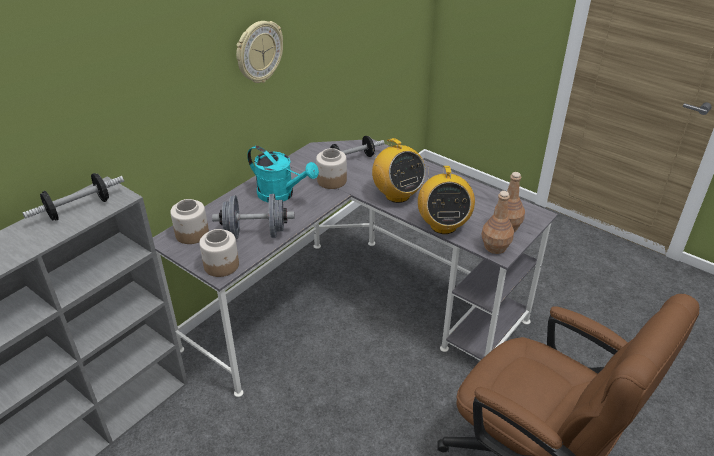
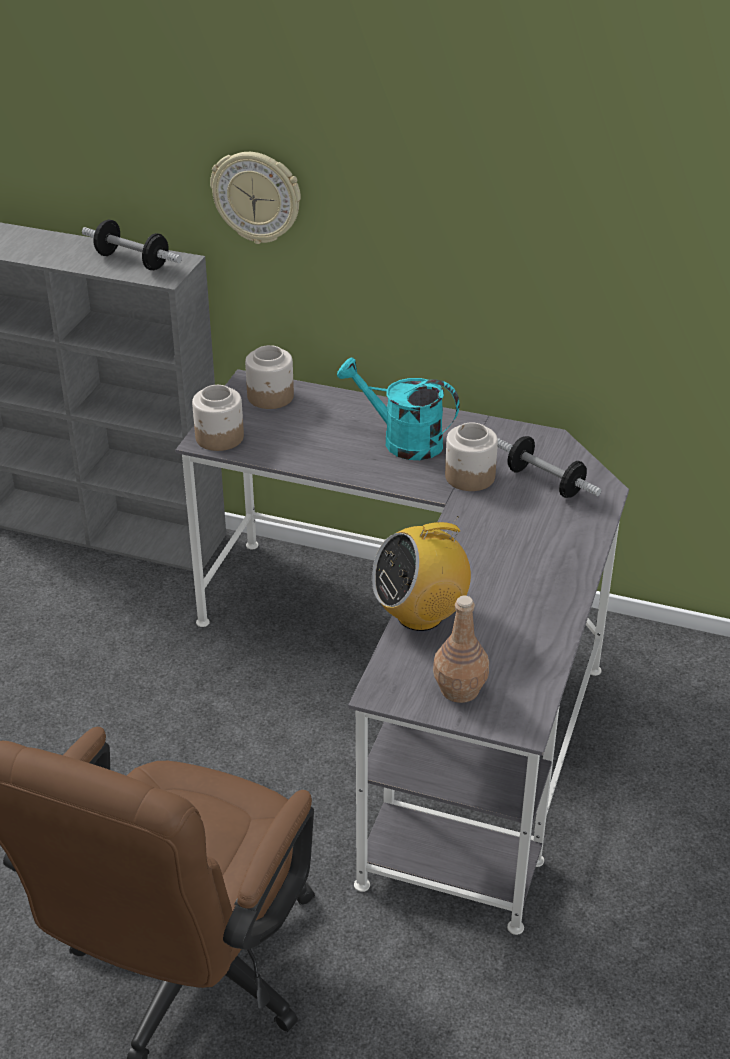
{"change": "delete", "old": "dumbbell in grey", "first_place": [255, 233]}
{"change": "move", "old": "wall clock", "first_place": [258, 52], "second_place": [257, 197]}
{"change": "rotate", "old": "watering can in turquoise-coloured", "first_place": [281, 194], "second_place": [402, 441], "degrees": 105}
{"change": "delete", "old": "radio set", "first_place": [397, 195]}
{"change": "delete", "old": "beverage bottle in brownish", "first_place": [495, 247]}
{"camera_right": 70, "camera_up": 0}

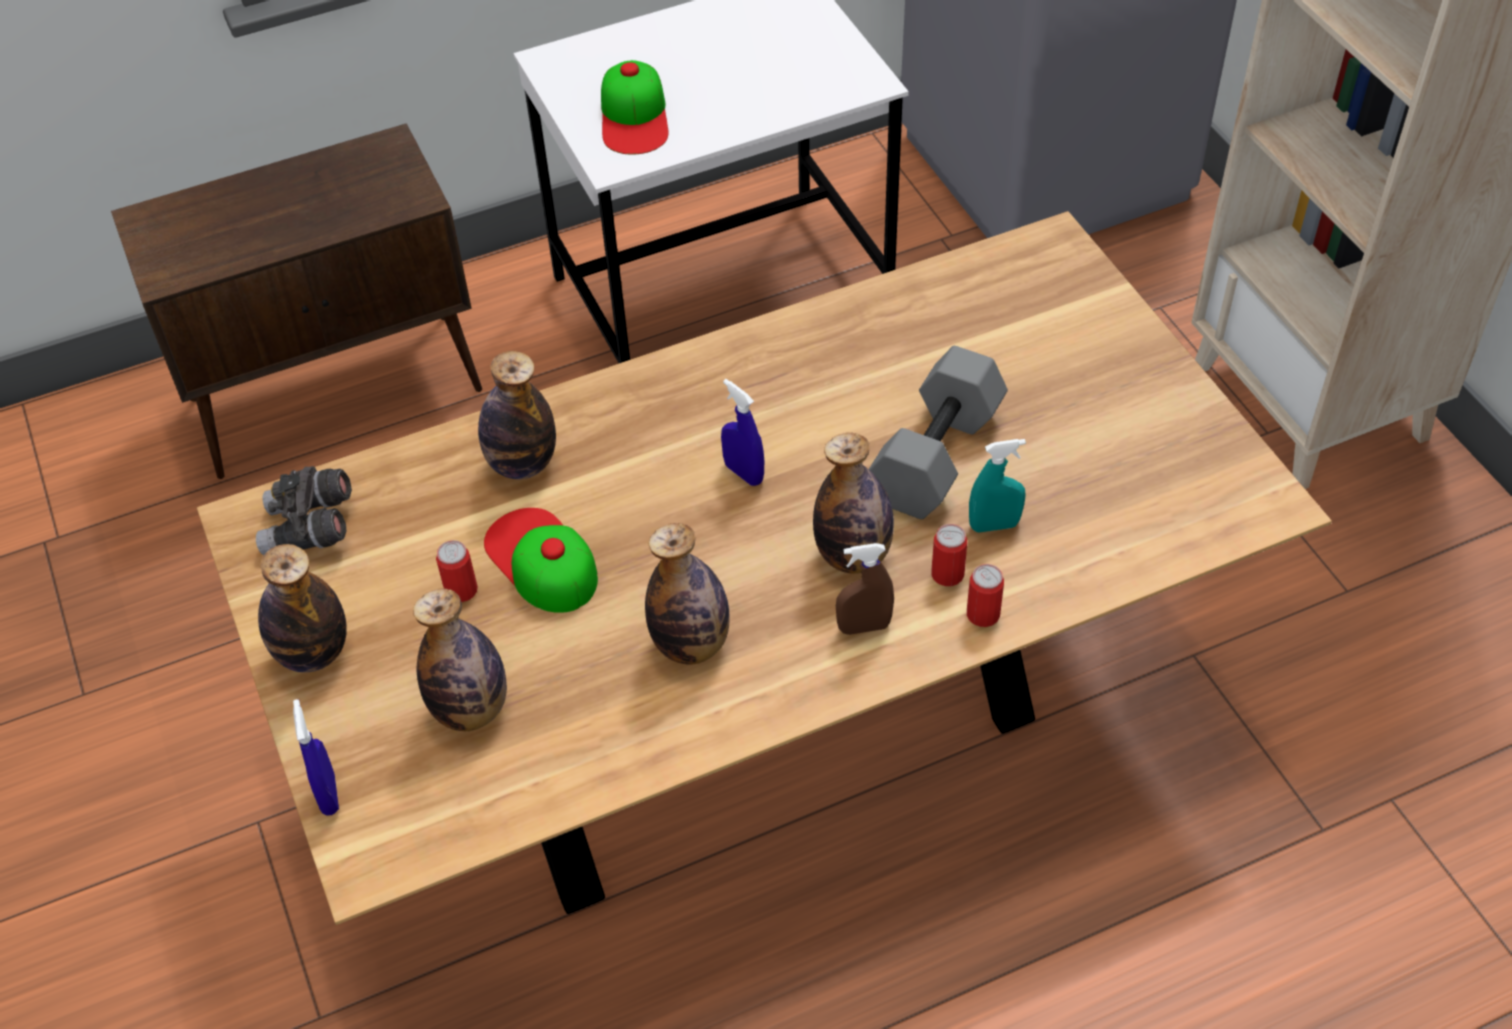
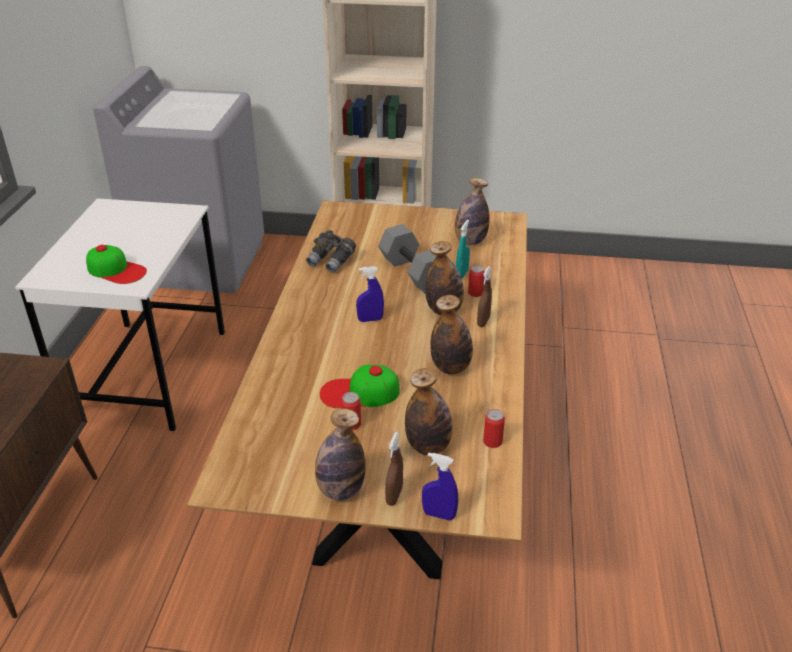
{"change": "move", "old": "pair of binoculars in grey", "first_place": [310, 529], "second_place": [332, 261]}
{"change": "move", "old": "beverage bottle", "first_place": [522, 463], "second_place": [470, 241]}
{"change": "move", "old": "sealed can", "first_place": [983, 614], "second_place": [492, 442]}
{"change": "insert", "new": "sprayer in brownish", "second_place": [394, 496]}
{"camera_right": -60, "camera_up": -15}

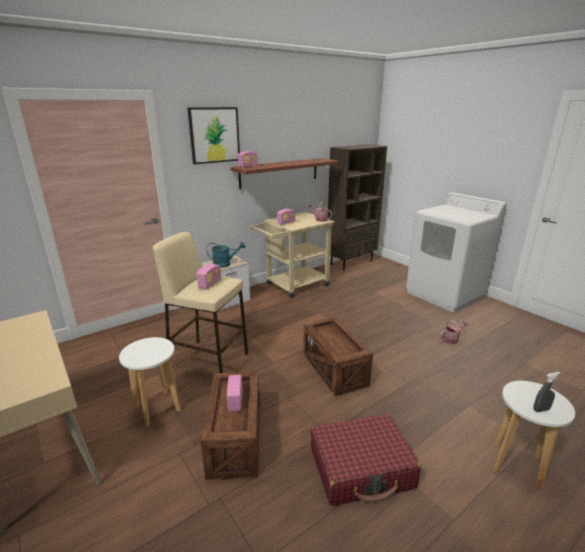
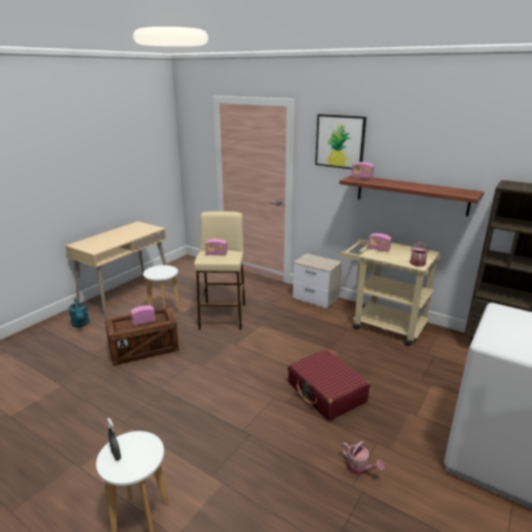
{"change": "move", "old": "watering can in turquoise-coloured", "first_place": [225, 264], "second_place": [81, 324]}
{"change": "delete", "old": "packing crate", "first_place": [334, 369]}
{"change": "move", "old": "travel case in reddish", "first_place": [361, 468], "second_place": [326, 392]}
{"camera_right": 70, "camera_up": 0}

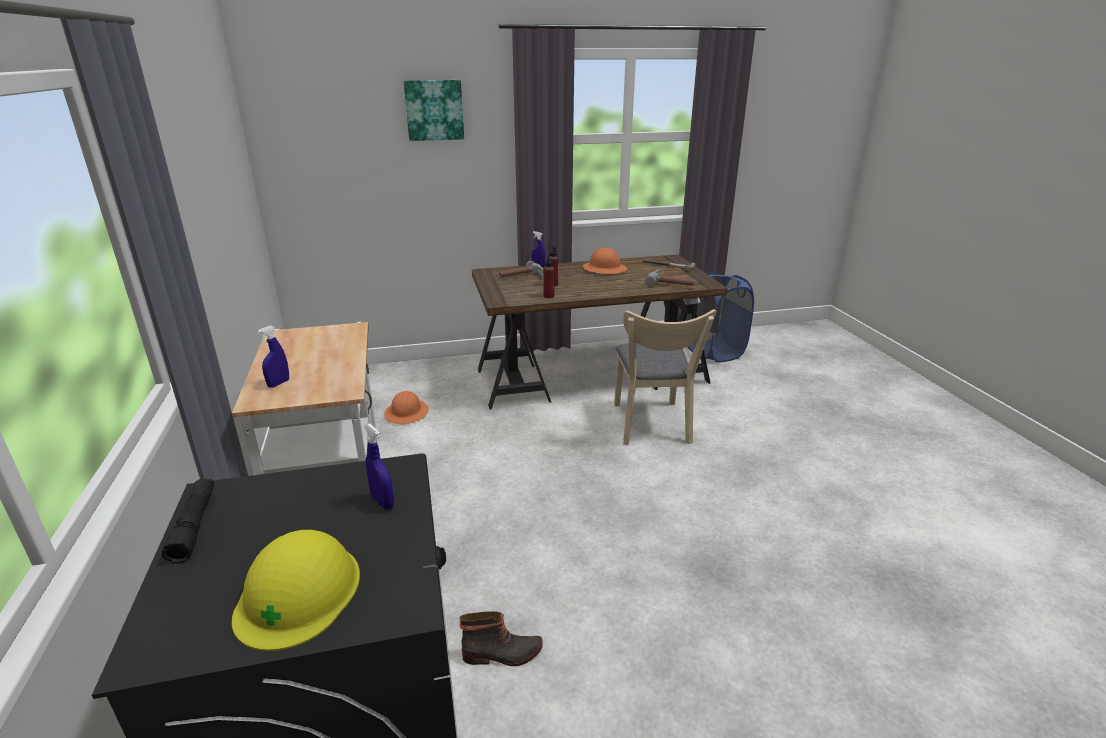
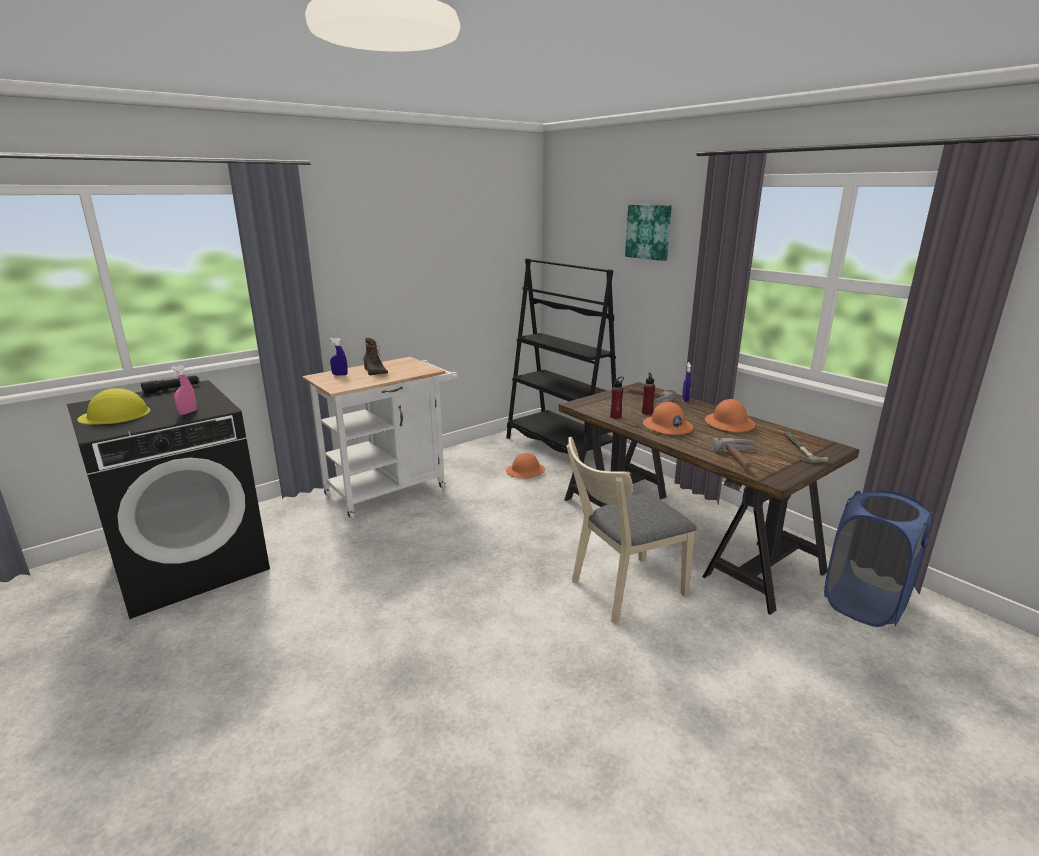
{"change": "recolor", "old": "sprayer in bluish", "new": "sprayer in pink", "first_place": [383, 502], "second_place": [188, 412]}
{"change": "move", "old": "boot", "first_place": [502, 654], "second_place": [374, 371]}
{"change": "insert", "new": "shelving unit in blackish", "second_place": [560, 448]}
{"change": "insert", "new": "work helmet in orange", "second_place": [667, 427]}
{"camera_right": 65, "camera_up": -5}

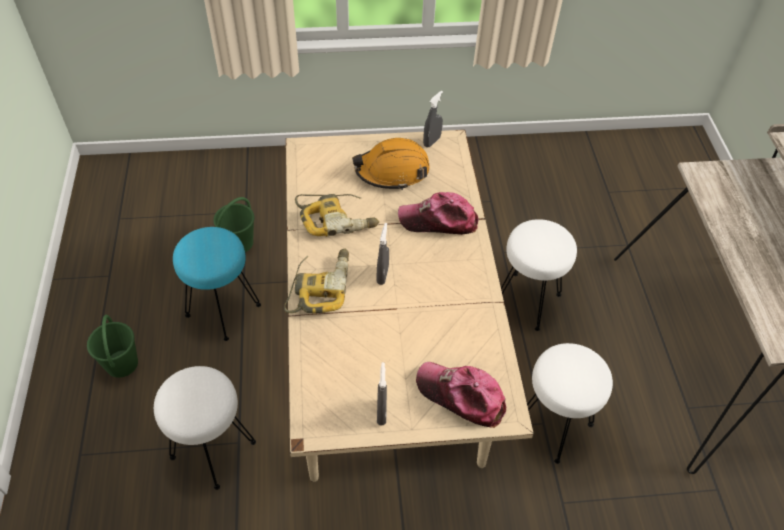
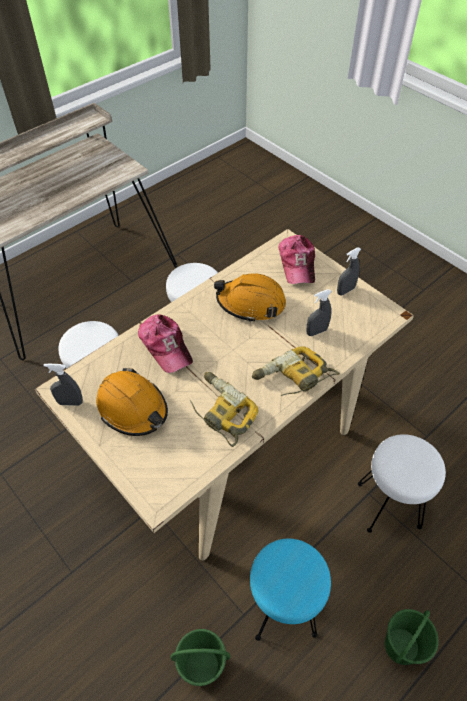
{"change": "move", "old": "sprayer in grey", "first_place": [382, 275], "second_place": [316, 331]}
{"change": "insert", "new": "work helmet in orange", "second_place": [251, 303]}
{"camera_right": -125, "camera_up": 0}

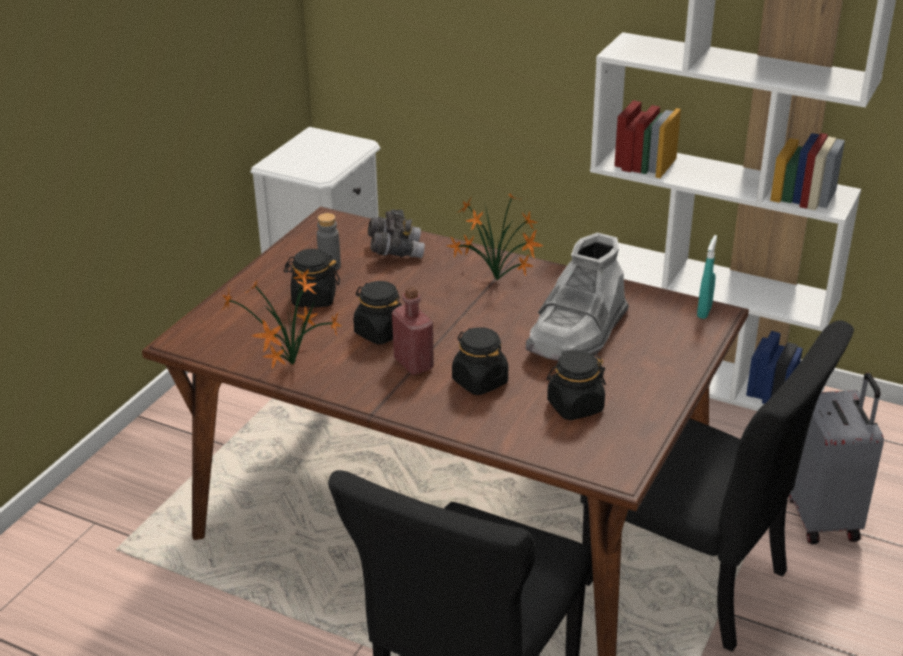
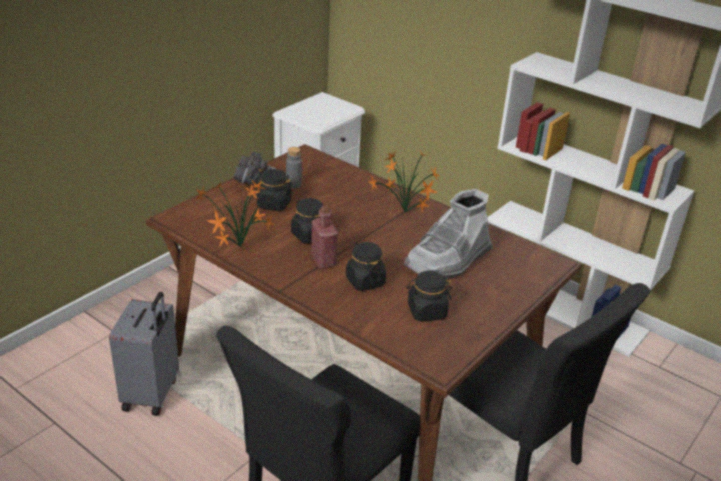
{"change": "move", "old": "pair of binoculars in grey", "first_place": [395, 250], "second_place": [255, 181]}
{"change": "delete", "old": "sprayer in turquoise-coloured", "first_place": [704, 311]}
{"change": "move", "old": "travel case in grey", "first_place": [824, 517], "second_place": [152, 394]}
{"camera_right": 10, "camera_up": 0}

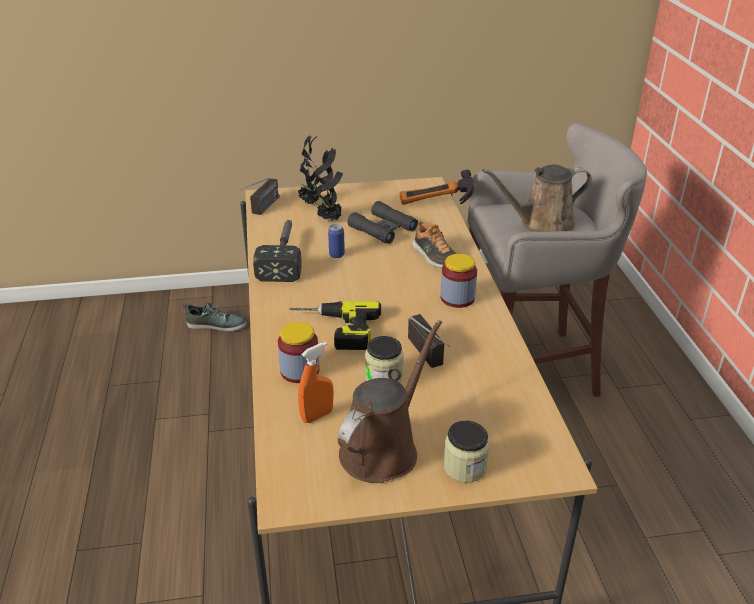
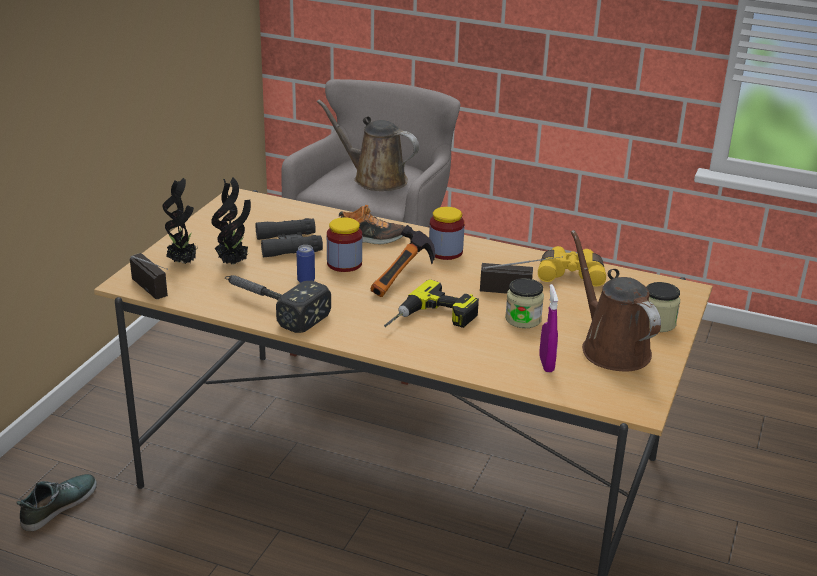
{"change": "move", "old": "jar", "first_place": [300, 371], "second_place": [344, 264]}
{"change": "recolor", "old": "sprayer in orange", "new": "sprayer in purple-coloured", "first_place": [317, 416], "second_place": [546, 364]}
{"change": "move", "old": "hammer", "first_place": [436, 205], "second_place": [404, 279]}
{"change": "rotate", "old": "watering can in brownish", "first_place": [542, 223], "second_place": [375, 179], "degrees": 105}
{"change": "insert", "new": "pair of binoculars in yellow", "second_place": [571, 274]}
{"camera_right": -60, "camera_up": -5}

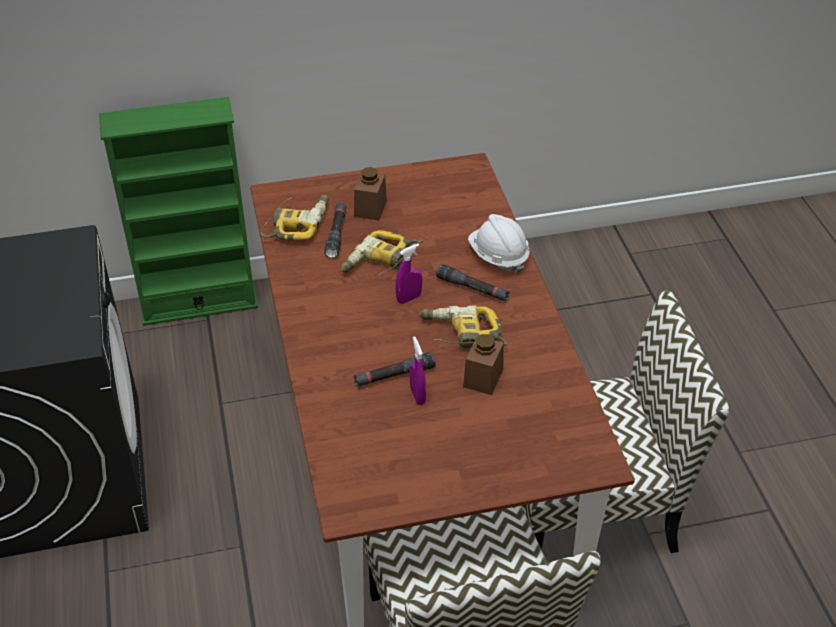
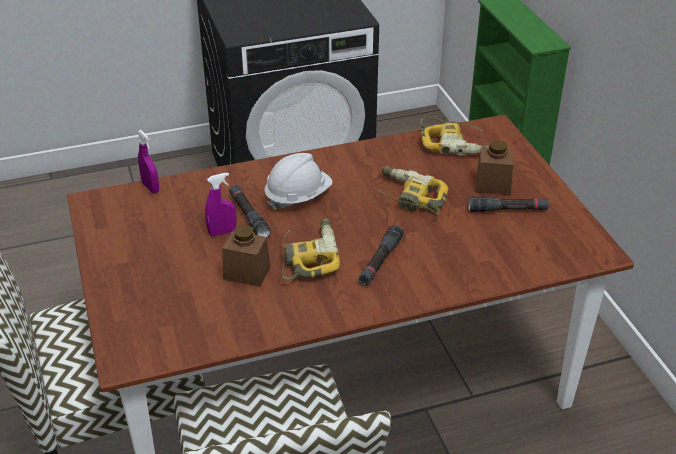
{"change": "move", "old": "hand torch in blackish", "first_place": [336, 234], "second_place": [507, 210]}
{"change": "move", "old": "sprayer in purple-coloured", "first_place": [409, 298], "second_place": [150, 187]}
{"change": "move", "old": "work helmet in white", "first_place": [498, 256], "second_place": [298, 196]}
{"camera_right": 85, "camera_up": -5}

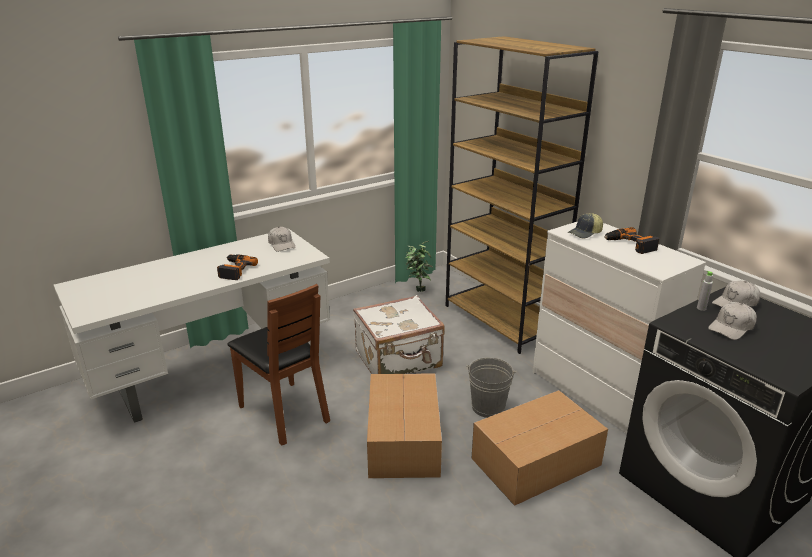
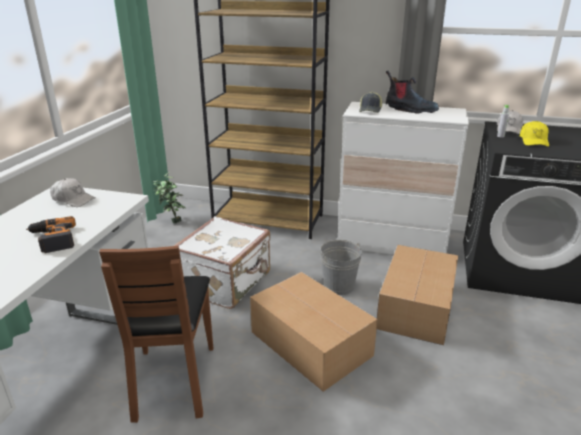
{"change": "rotate", "old": "plain chair in brownish", "first_place": [285, 412], "second_place": [173, 380], "degrees": 75}
{"change": "replace", "old": "drill", "new": "boot", "first_place": [630, 245], "second_place": [409, 110]}
{"change": "recolor", "old": "baseball cap in white", "new": "baseball cap in yellow", "first_place": [731, 327], "second_place": [533, 141]}
{"camera_right": -40, "camera_up": 0}

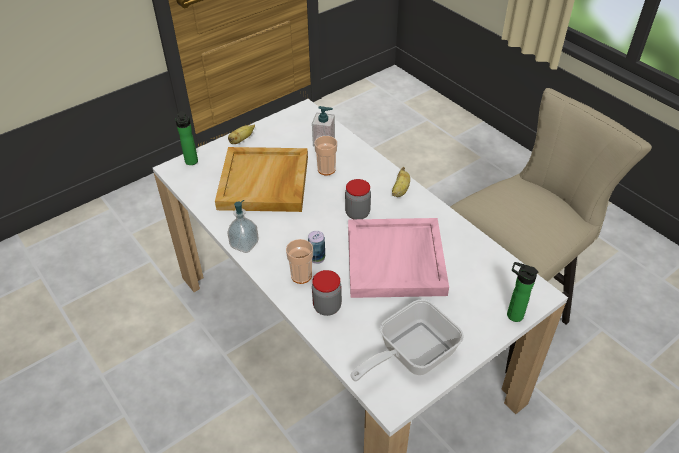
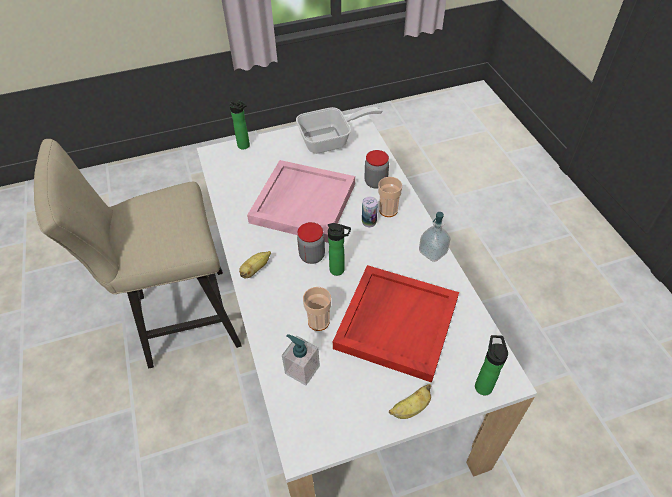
{"change": "recolor", "old": "carrying tray in beige", "new": "carrying tray in reddish", "first_place": [264, 183], "second_place": [396, 322]}
{"change": "insert", "new": "beverage bottle", "second_place": [339, 270]}
{"camera_right": -160, "camera_up": 5}

